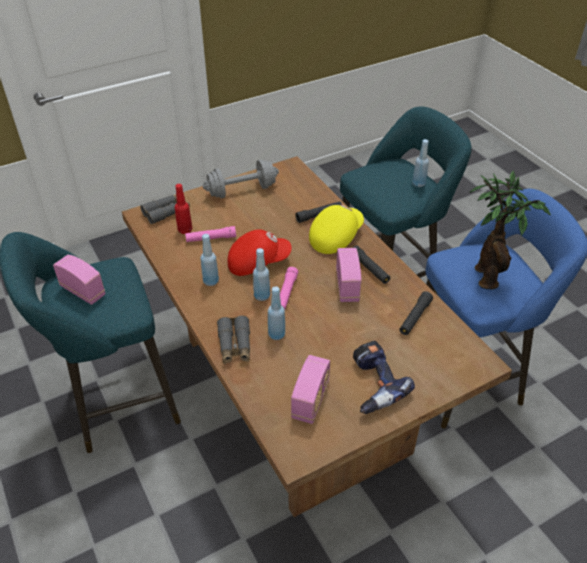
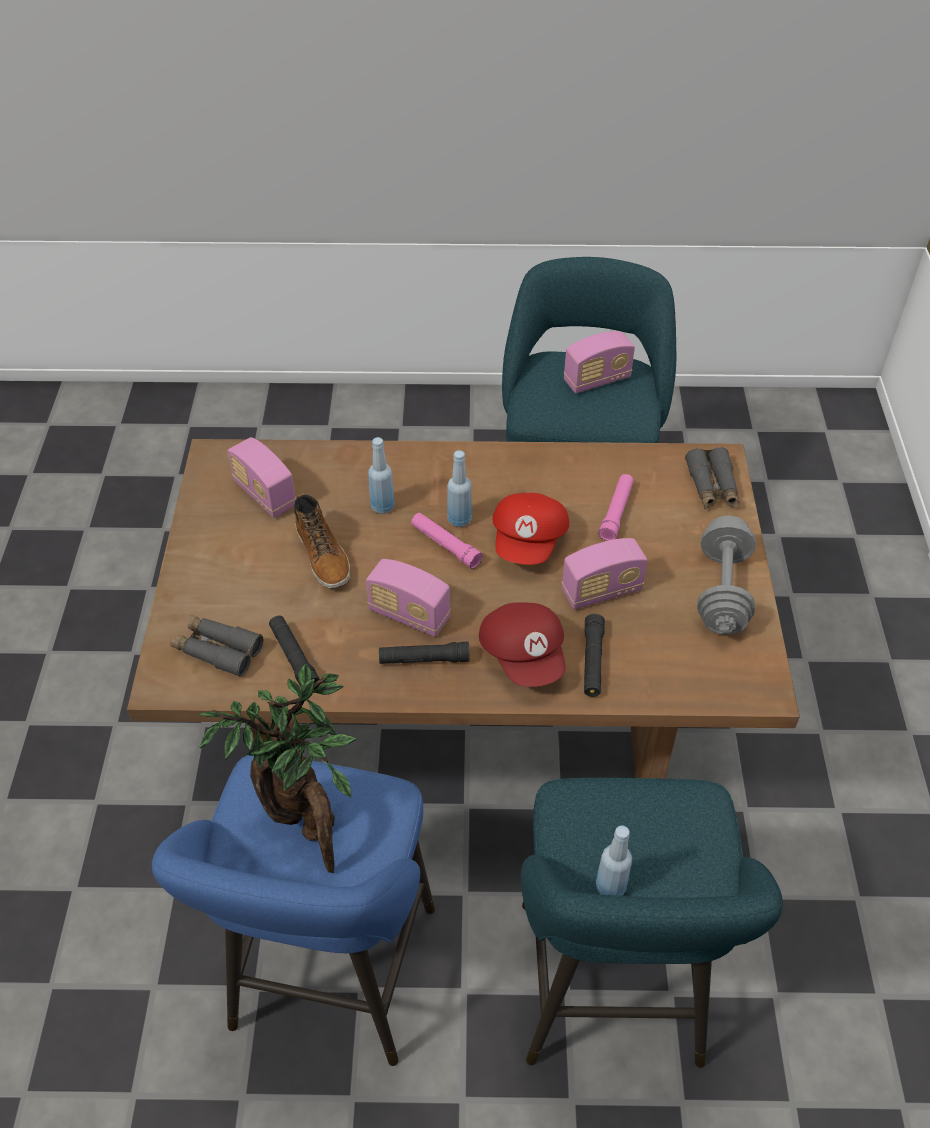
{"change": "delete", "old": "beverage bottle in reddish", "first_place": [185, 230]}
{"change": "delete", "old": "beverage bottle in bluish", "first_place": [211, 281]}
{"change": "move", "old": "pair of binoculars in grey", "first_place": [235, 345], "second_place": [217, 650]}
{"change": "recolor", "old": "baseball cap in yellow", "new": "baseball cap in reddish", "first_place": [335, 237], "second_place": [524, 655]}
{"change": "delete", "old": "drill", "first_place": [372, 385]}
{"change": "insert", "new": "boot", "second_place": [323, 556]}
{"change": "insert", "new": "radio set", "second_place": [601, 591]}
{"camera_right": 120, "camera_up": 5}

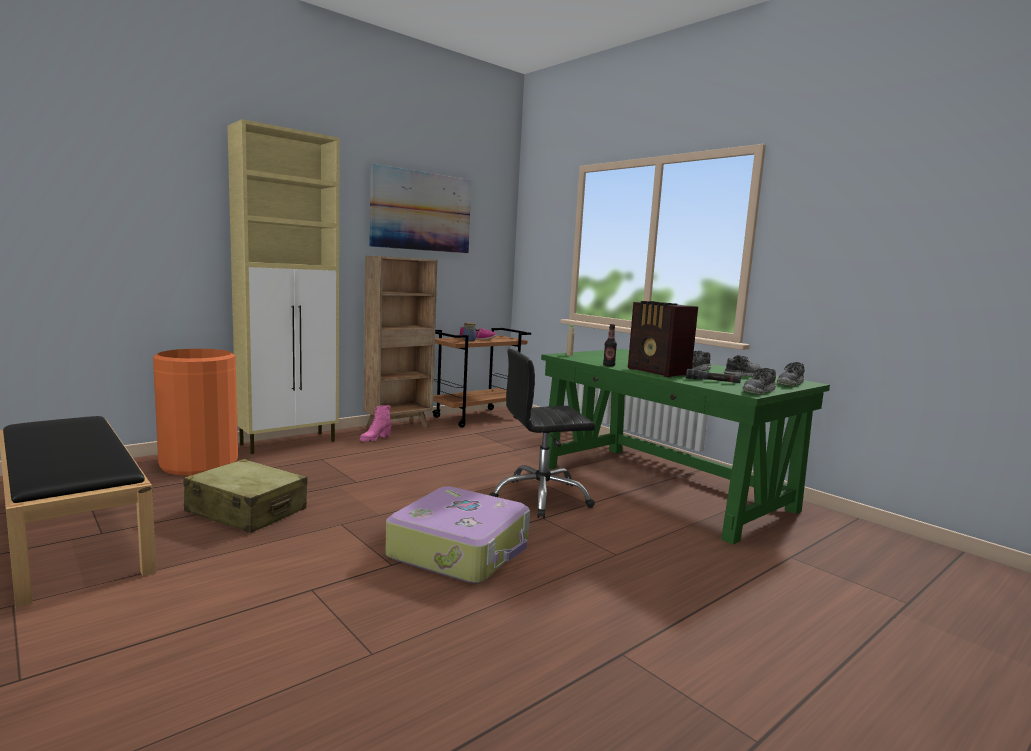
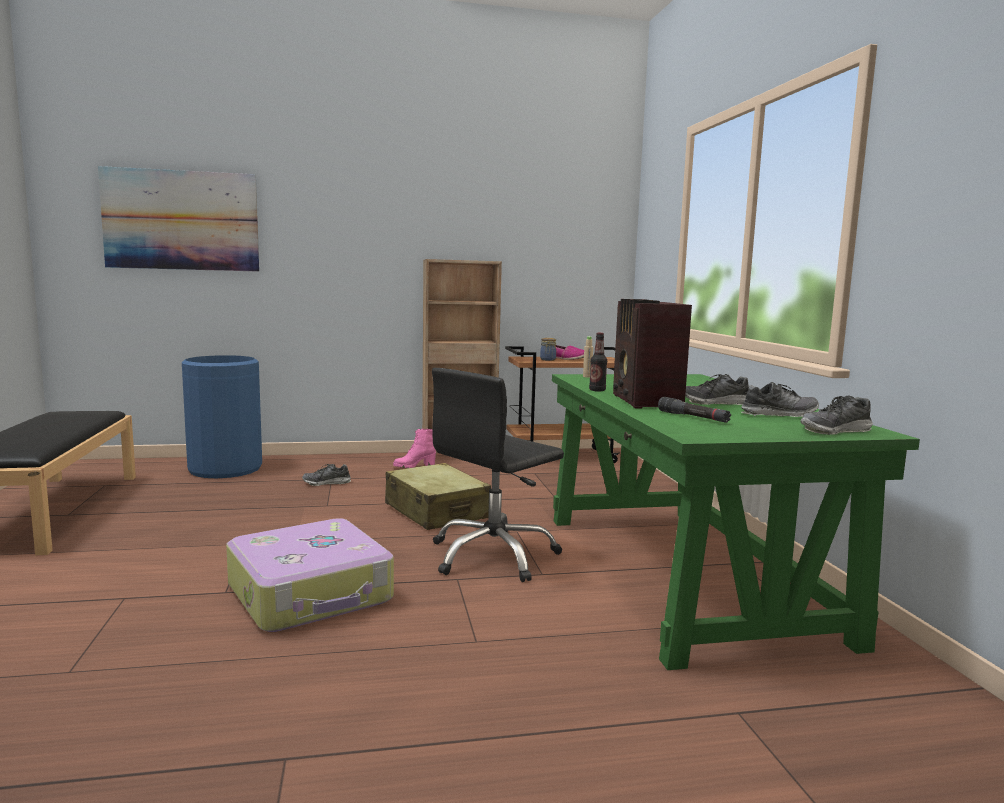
{"change": "recolor", "old": "waste bin in orange", "new": "waste bin in bluish", "first_place": [199, 464], "second_place": [225, 469]}
{"change": "move", "old": "travel case in beige", "first_place": [247, 511], "second_place": [436, 512]}
{"change": "delete", "old": "cabinet in beige", "first_place": [289, 443]}
{"change": "move", "old": "wall picture", "first_place": [421, 211], "second_place": [182, 220]}
{"change": "rotate", "old": "computer chair in blackish", "first_place": [541, 497], "second_place": [493, 556], "degrees": -60}
{"change": "move", "old": "low shoe", "first_place": [759, 391], "second_place": [326, 483]}
{"camera_right": 30, "camera_up": 0}

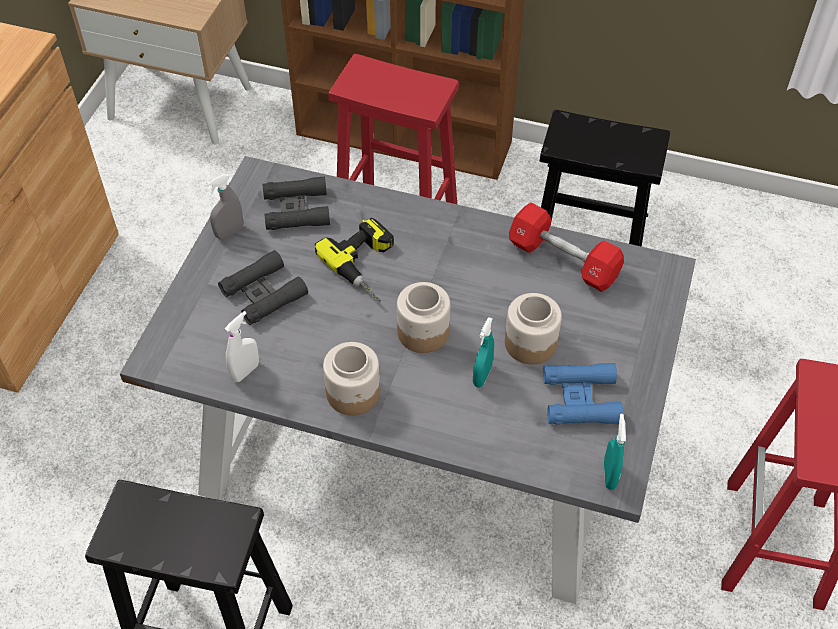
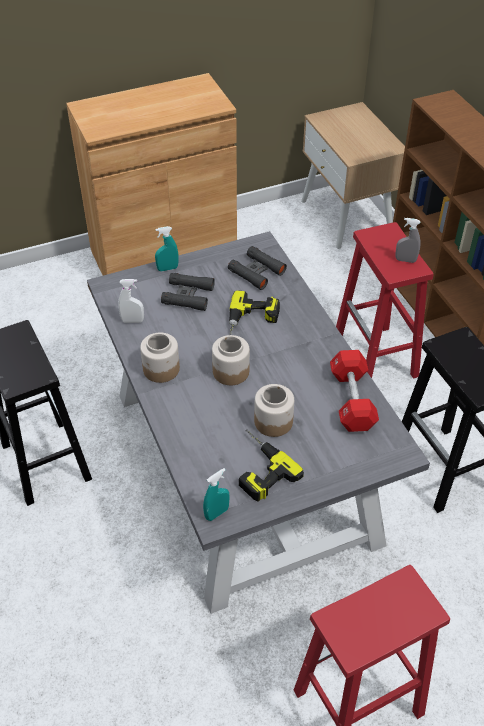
{"change": "move", "old": "sprayer in grey", "first_place": [229, 232], "second_place": [405, 260]}
{"change": "move", "old": "sprayer in turquoise-coloured", "first_place": [482, 375], "second_place": [167, 268]}
{"change": "replace", "old": "pair of binoculars in bluish", "new": "drill", "first_place": [581, 399], "second_place": [257, 468]}
{"camera_right": 50, "camera_up": -5}

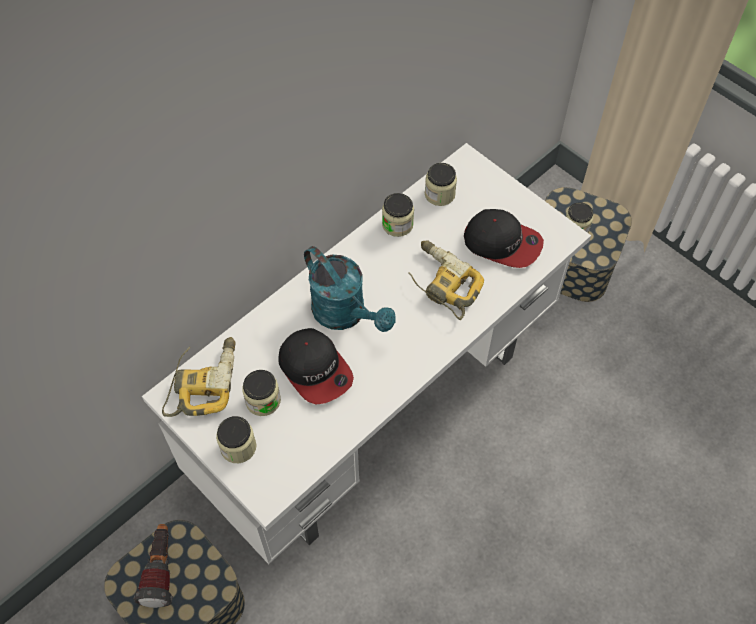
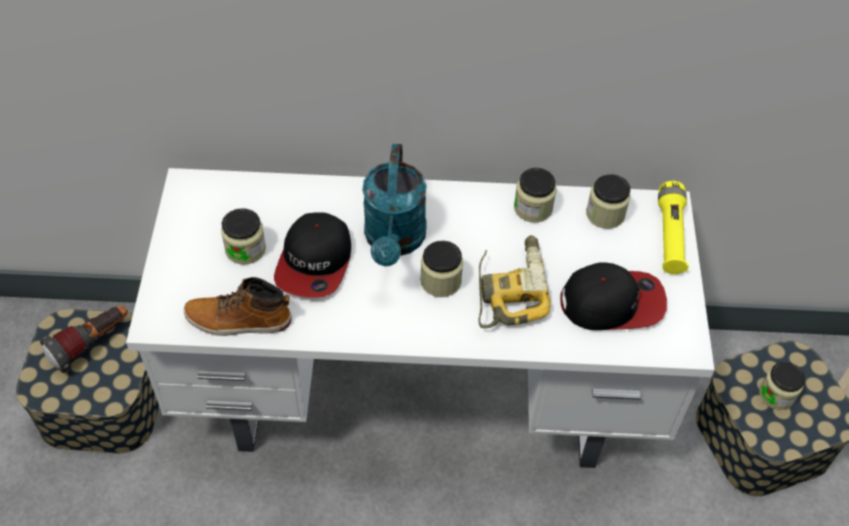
{"change": "delete", "old": "drill", "first_place": [203, 381]}
{"change": "move", "old": "jar", "first_place": [238, 447], "second_place": [440, 281]}
{"change": "rotate", "old": "baseball cap", "first_place": [502, 243], "second_place": [612, 302], "degrees": -75}
{"change": "insert", "new": "boot", "second_place": [238, 320]}
{"change": "insert", "new": "hand torch in yellow", "second_place": [670, 235]}
{"camera_right": 45, "camera_up": -5}

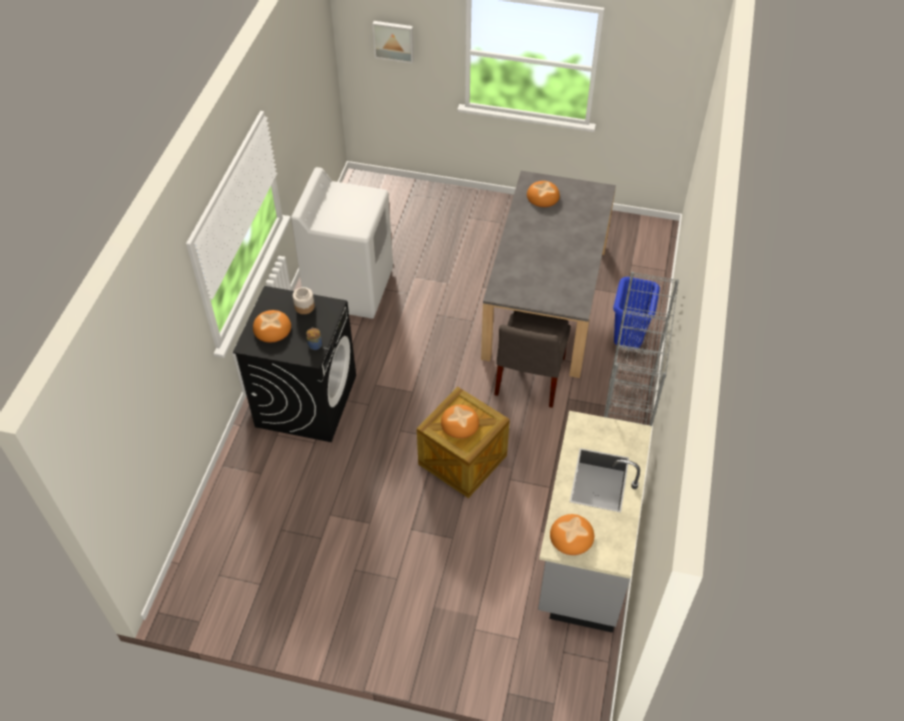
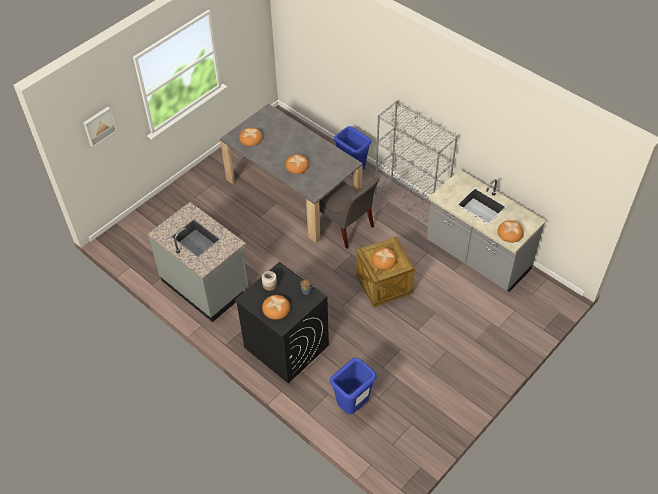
{"change": "replace", "old": "laundry machine in white", "new": "counter in grey", "first_place": [350, 287], "second_place": [206, 285]}
{"change": "insert", "new": "bakery bread", "second_place": [296, 165]}
{"change": "insert", "new": "waste bin in bluish", "second_place": [352, 406]}
{"camera_right": -60, "camera_up": 0}

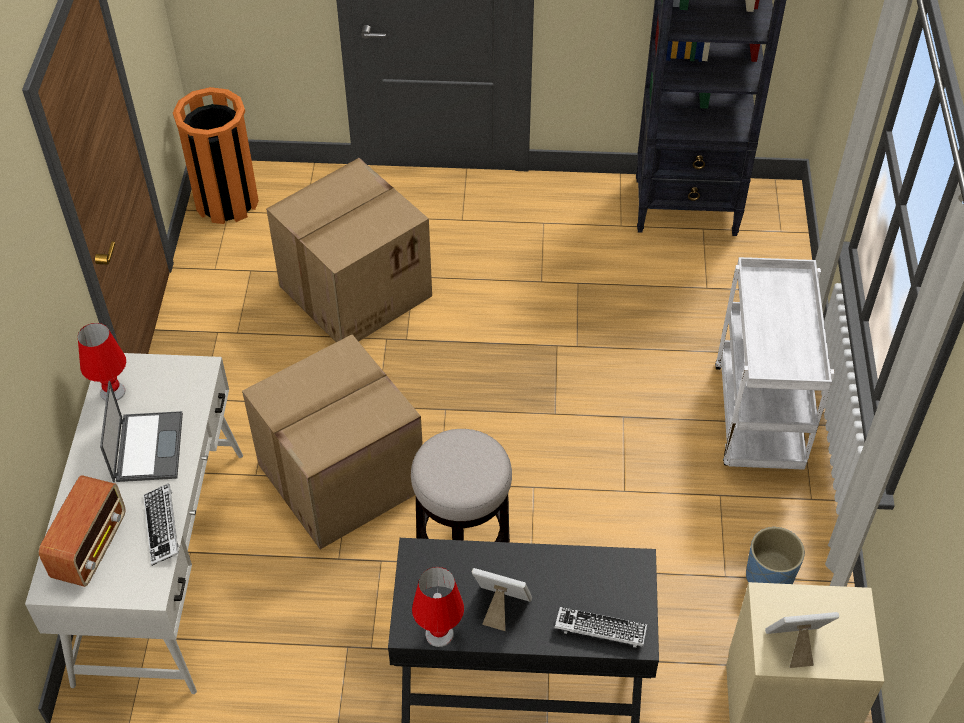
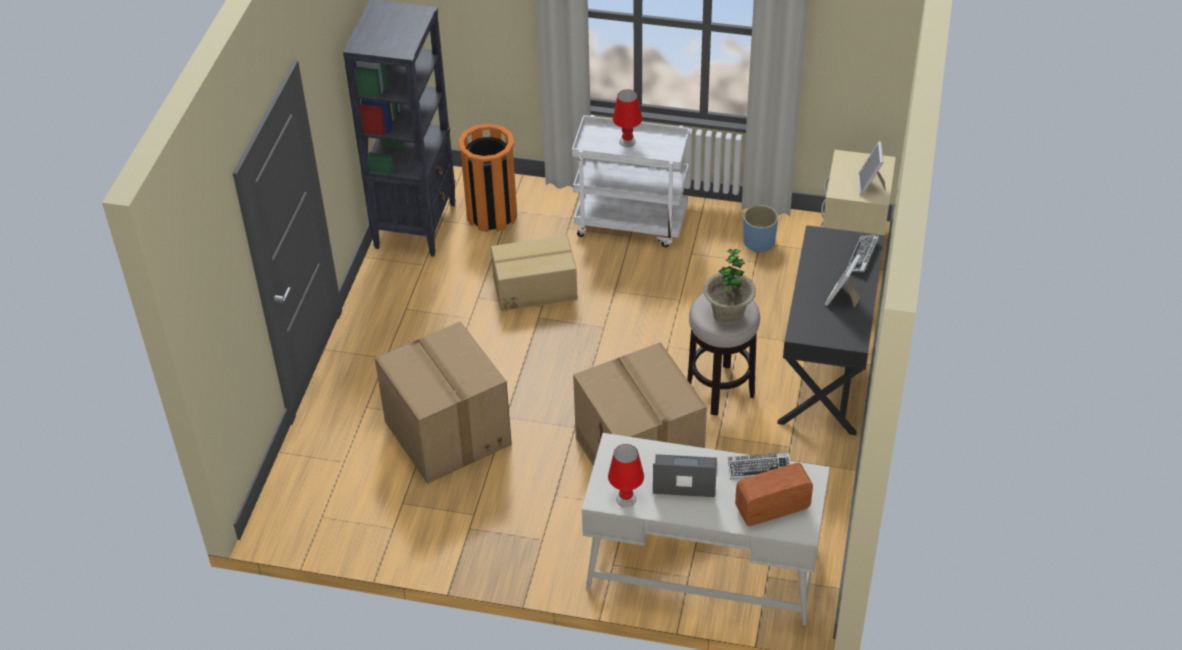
{"change": "rotate", "old": "radio set", "first_place": [91, 546], "second_place": [771, 509], "degrees": -45}
{"change": "move", "old": "waste bin in orange", "first_place": [227, 201], "second_place": [492, 215]}
{"change": "move", "old": "lamp for a table in reddish", "first_place": [439, 634], "second_place": [627, 141]}
{"change": "insert", "new": "carton", "second_place": [534, 287]}
{"change": "insert", "new": "potted plant", "second_place": [728, 314]}
{"camera_right": -80, "camera_up": -5}

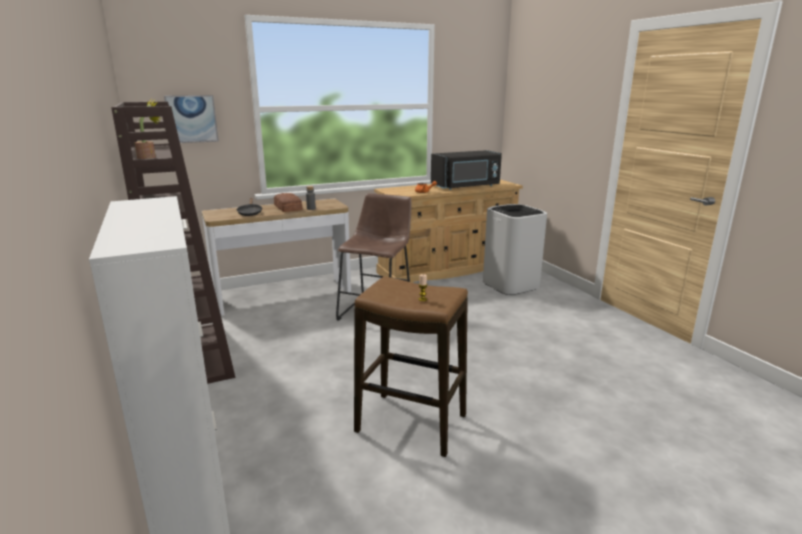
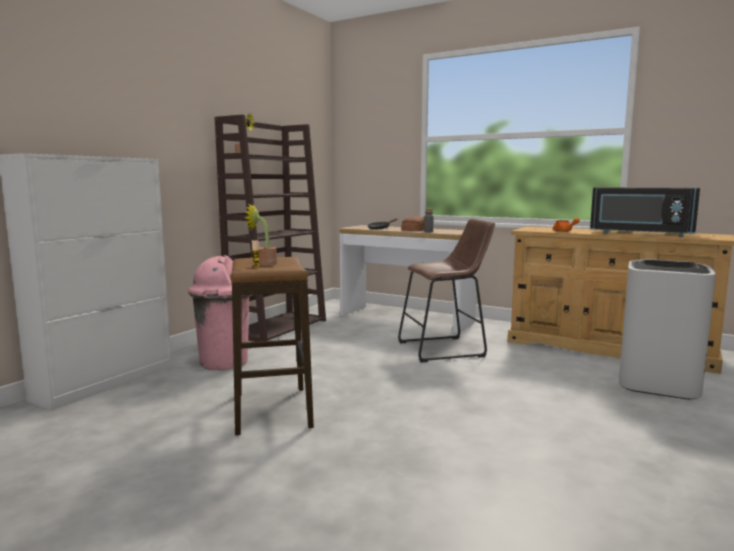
{"change": "delete", "old": "wall picture", "first_place": [191, 119]}
{"change": "insert", "new": "waste bin in pink", "second_place": [224, 362]}
{"change": "insert", "new": "potted plant", "second_place": [264, 264]}
{"camera_right": 55, "camera_up": -10}

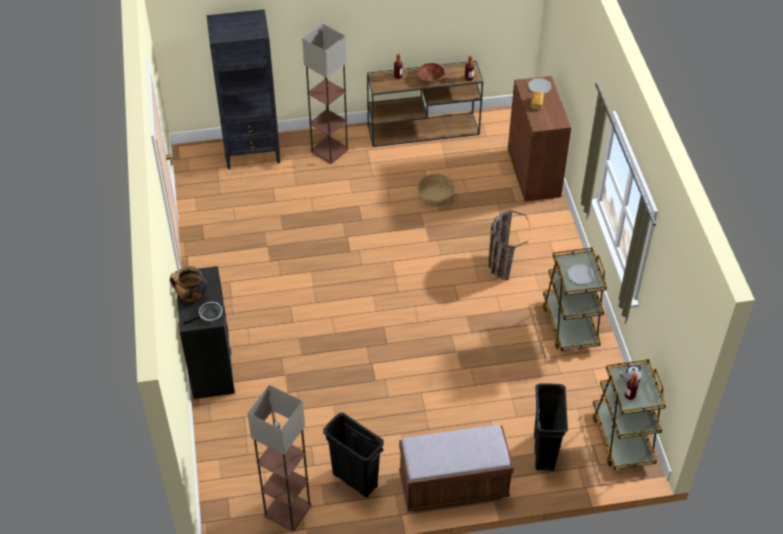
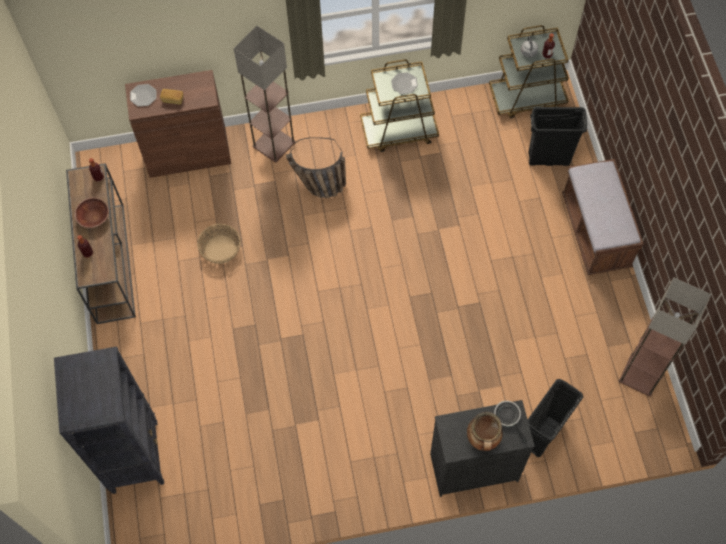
{"change": "move", "old": "floor lamp", "first_place": [330, 150], "second_place": [273, 143]}
{"change": "move", "old": "waste bin in blackish", "first_place": [354, 480], "second_place": [543, 435]}
{"camera_right": -90, "camera_up": 15}

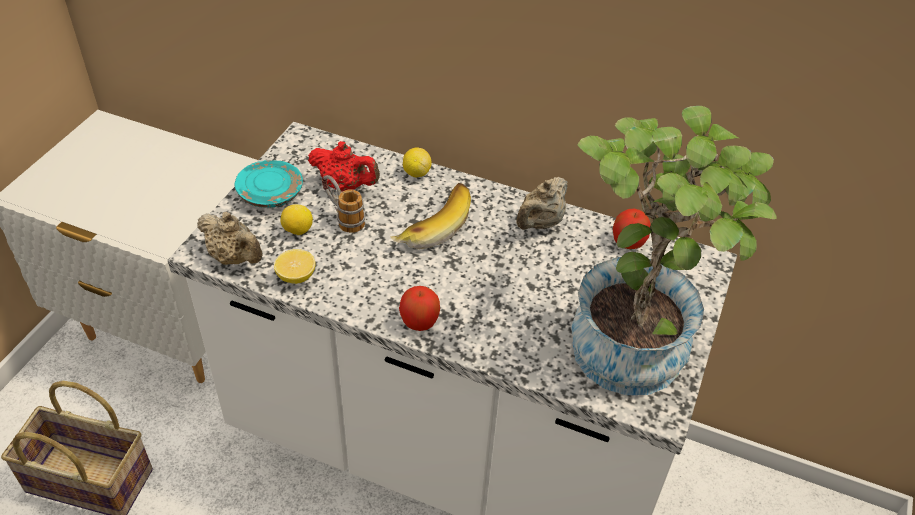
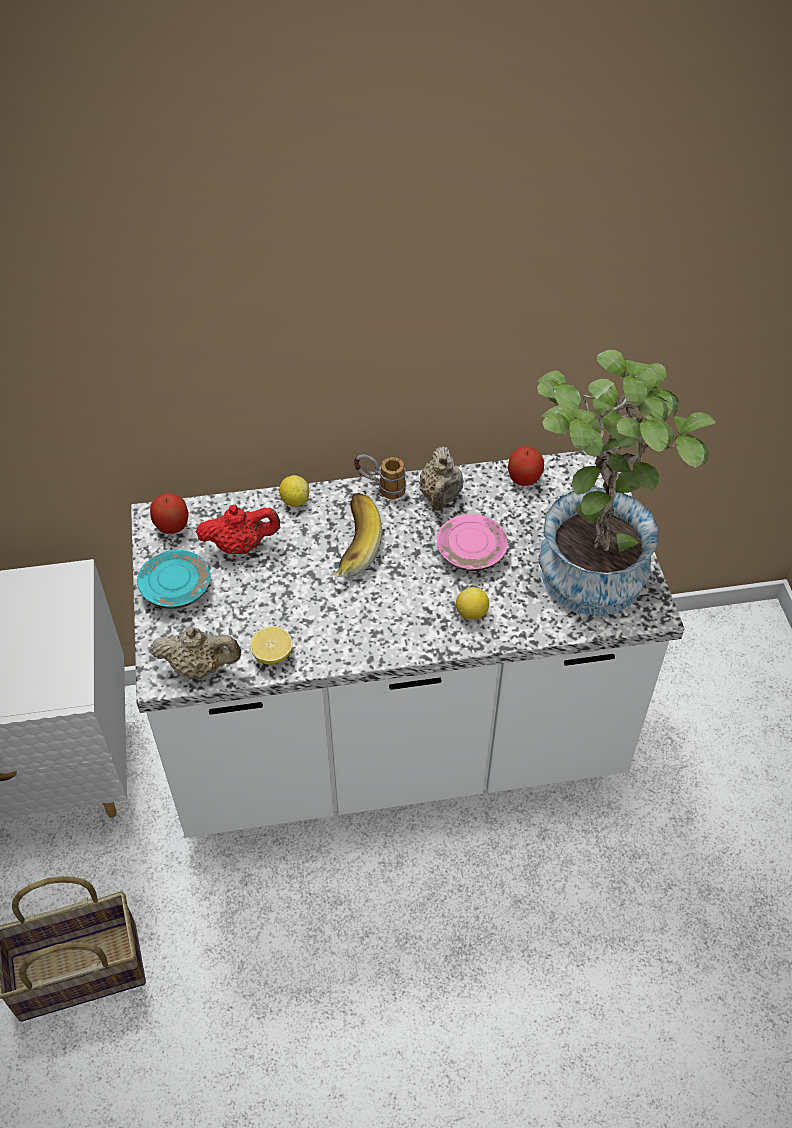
{"change": "move", "old": "lemon", "first_place": [297, 230], "second_place": [471, 613]}
{"change": "move", "old": "tea mug", "first_place": [343, 218], "second_place": [380, 488]}
{"change": "move", "old": "apple fruit", "first_place": [419, 322], "second_place": [172, 526]}
{"change": "insert", "new": "flat dish in pink", "second_place": [471, 551]}
{"camera_right": -30, "camera_up": 5}

